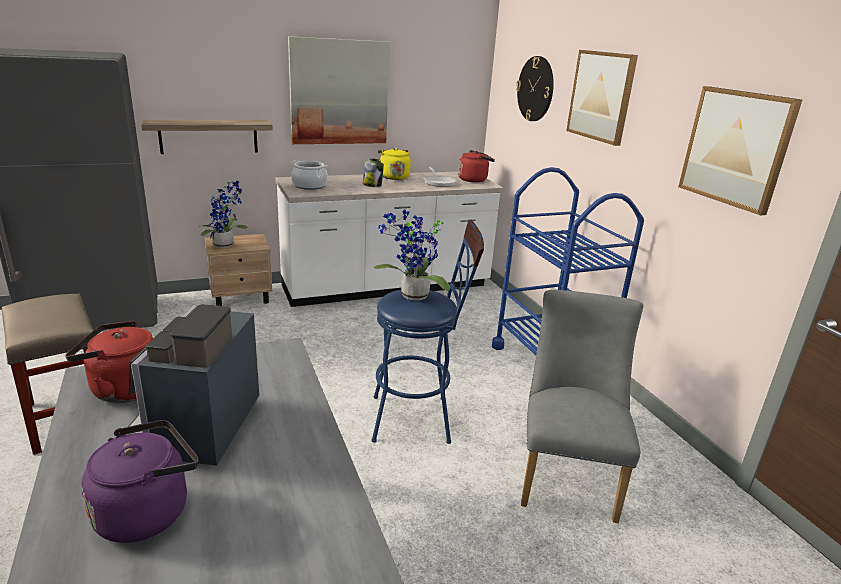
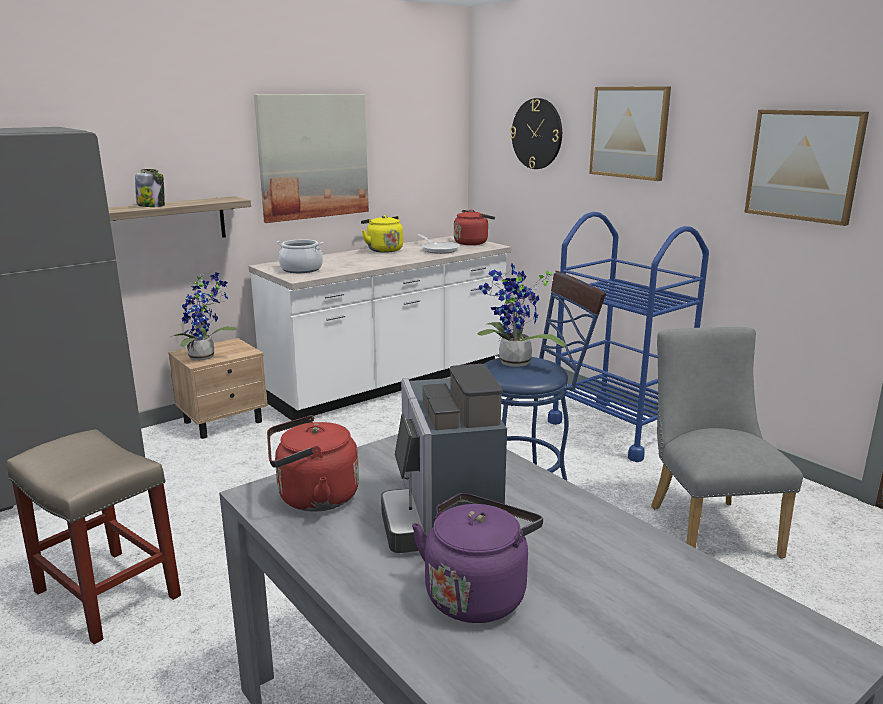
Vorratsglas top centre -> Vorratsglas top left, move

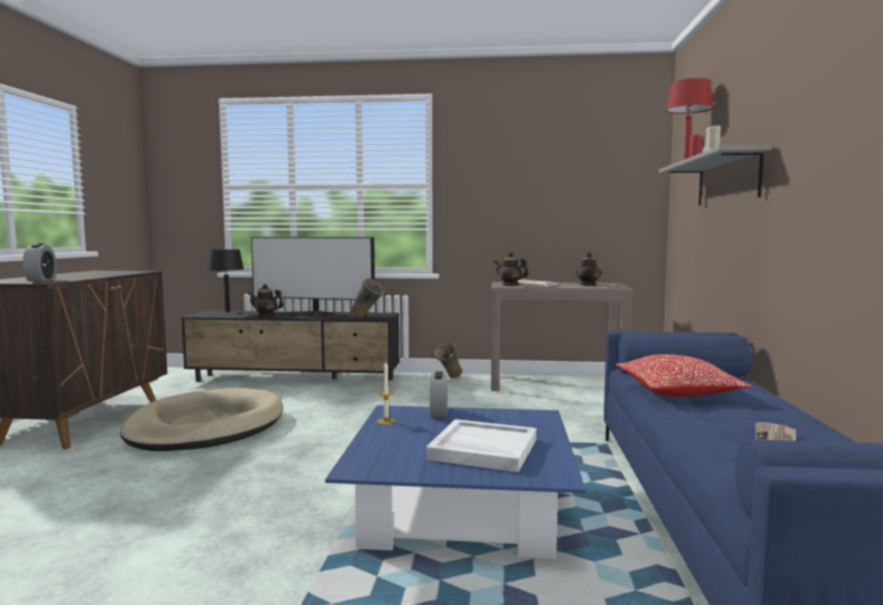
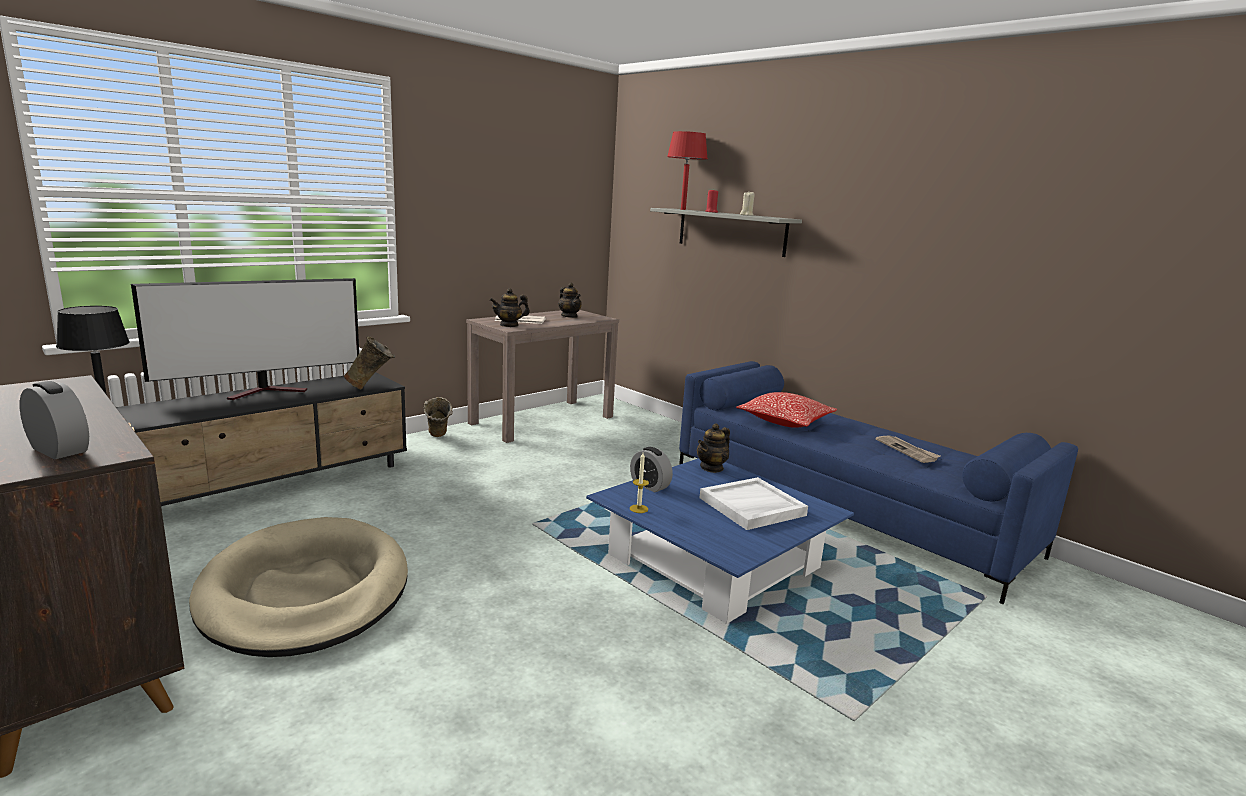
Teekanne (1st from left in the first image) middle left -> Teekanne (3rd from left) centre, move

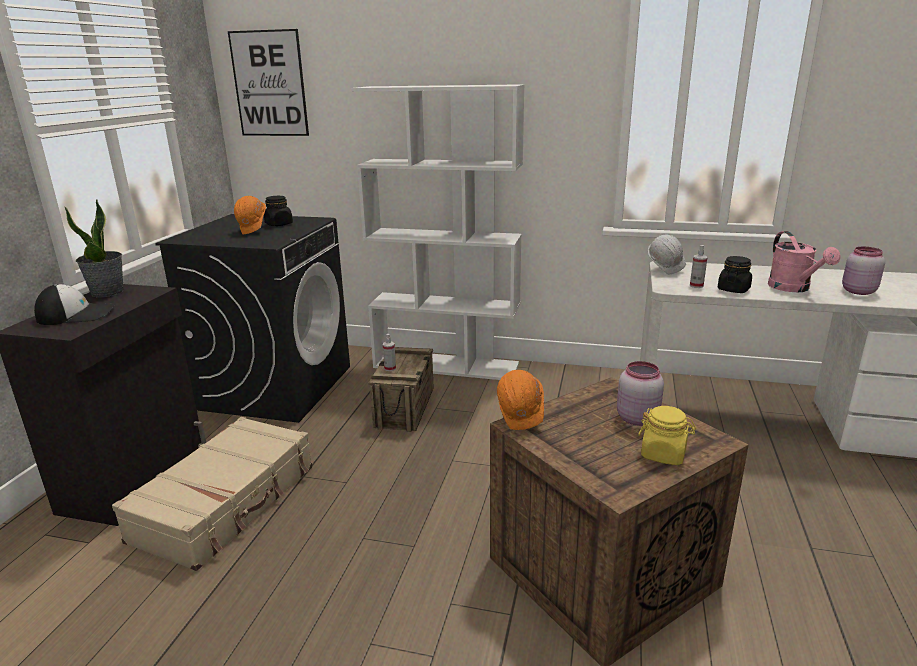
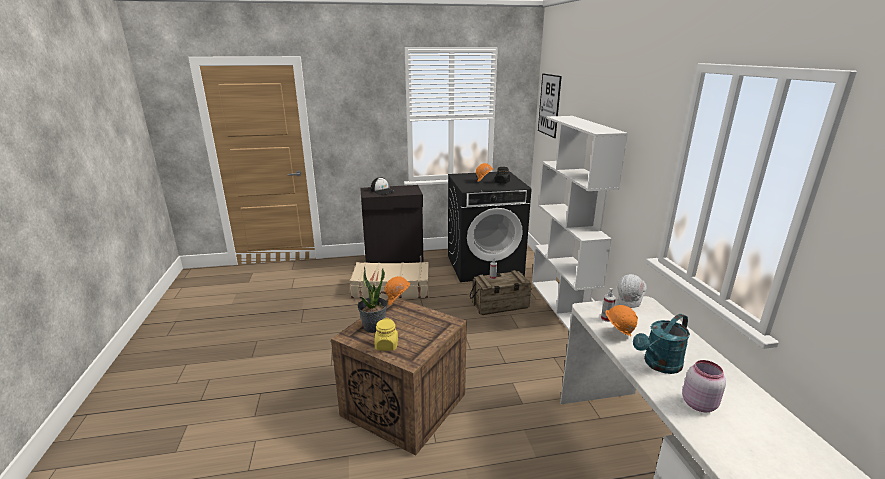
Topfpflanze middle left -> Topfpflanze centre, move
Vorratsglas/schwarz (2nd from left) middle right -> Schutzhelm/orange (3rd from left) bottom right
Gießkanne/rosa middle right -> Gießkanne/türkis bottom right
Vorratsglas/rosa (1st from left) middle right -> none

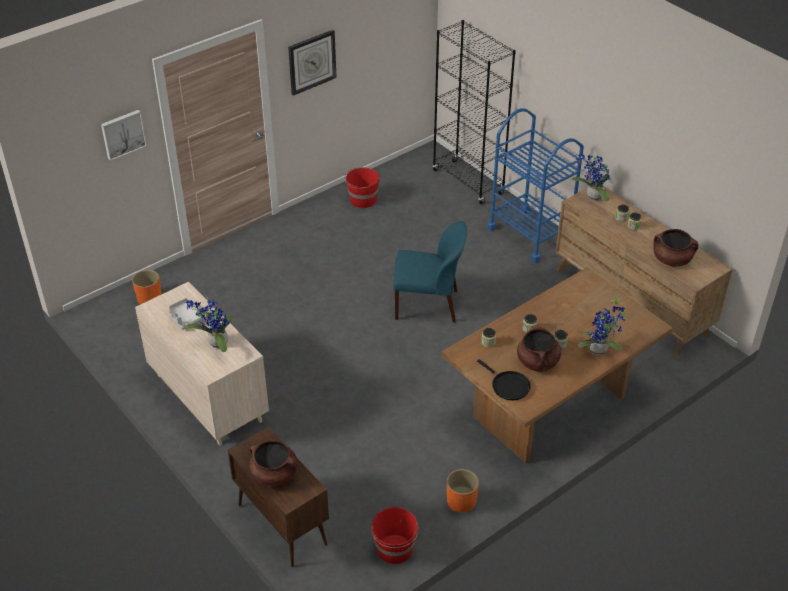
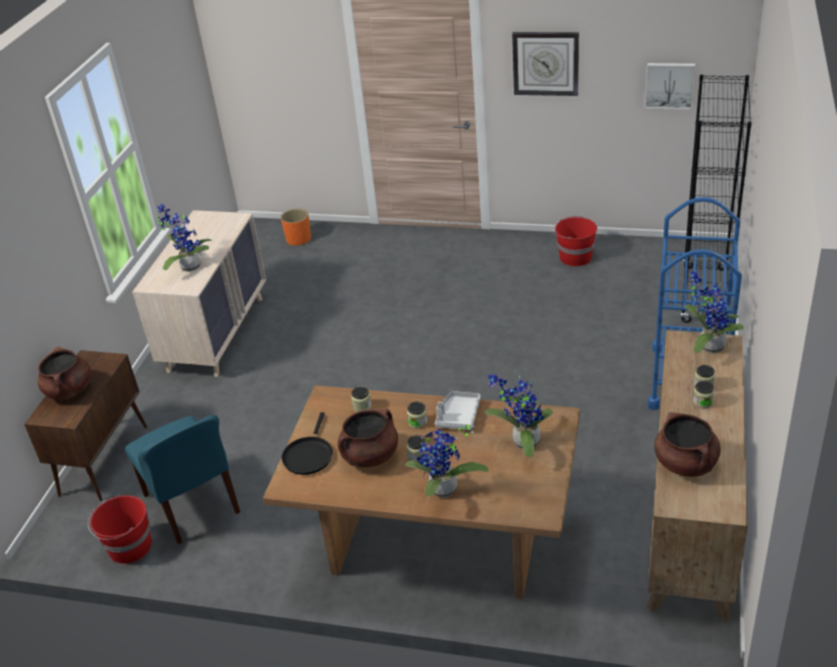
Stuhl/blau centre -> Stuhl/blau bottom left, move
Tablett/grau middle left -> Tablett/grau centre, move
none -> Topfpflanze (3rd from left) centre
Bild top left -> Bild top right, move
Pflanzkübel/orange (2nd from left) bottom centre -> none

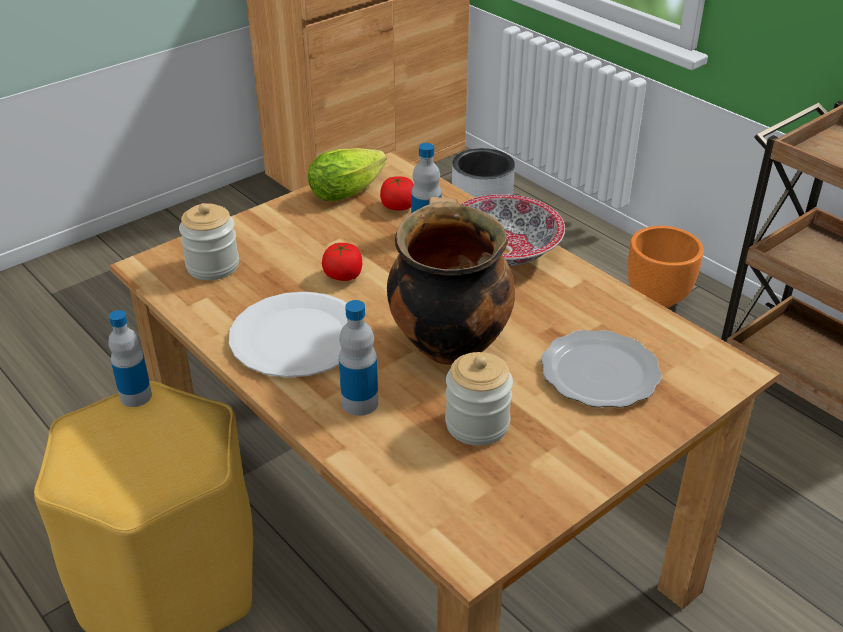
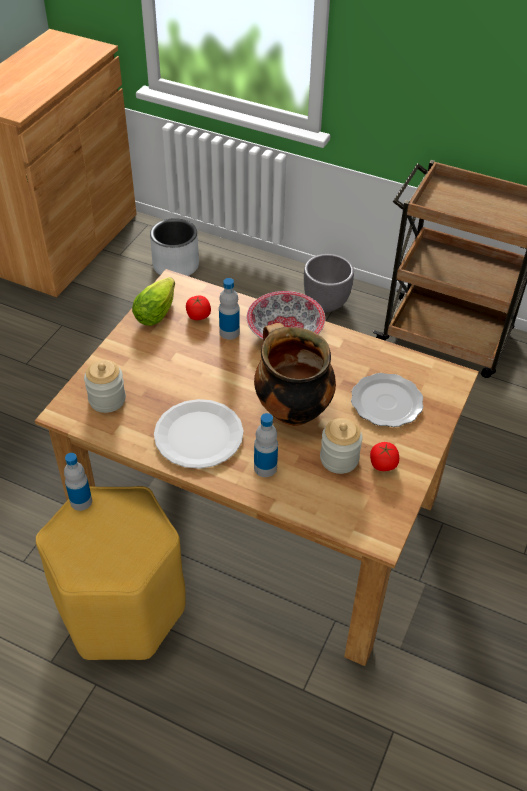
Pflanzkübel/orange middle right -> Pflanzkübel/grau (2nd from left) centre
Tomate (1st from left in the first image) centre -> Tomate (2nd from left) middle right, move

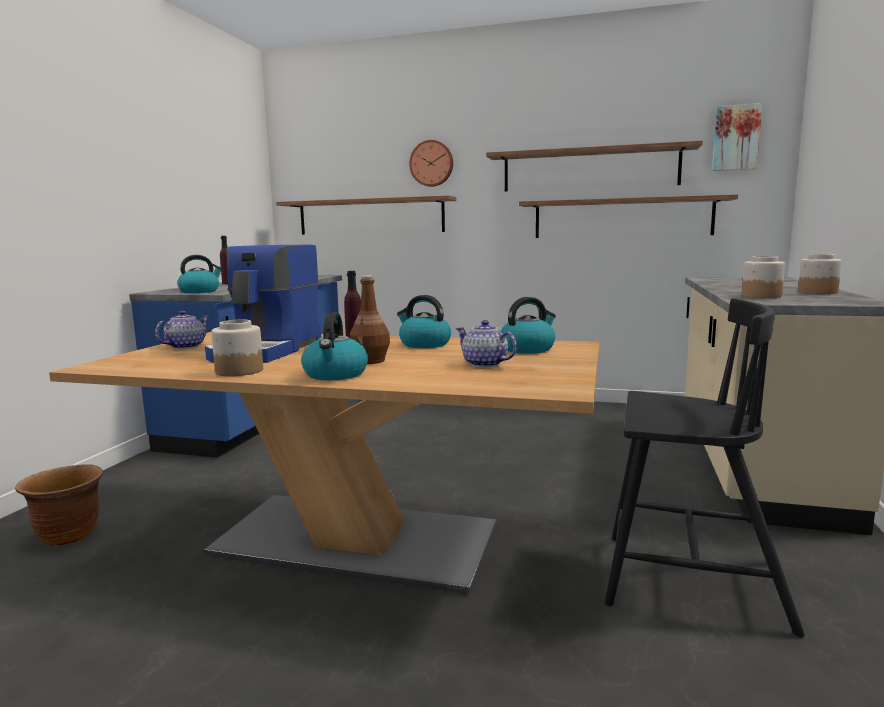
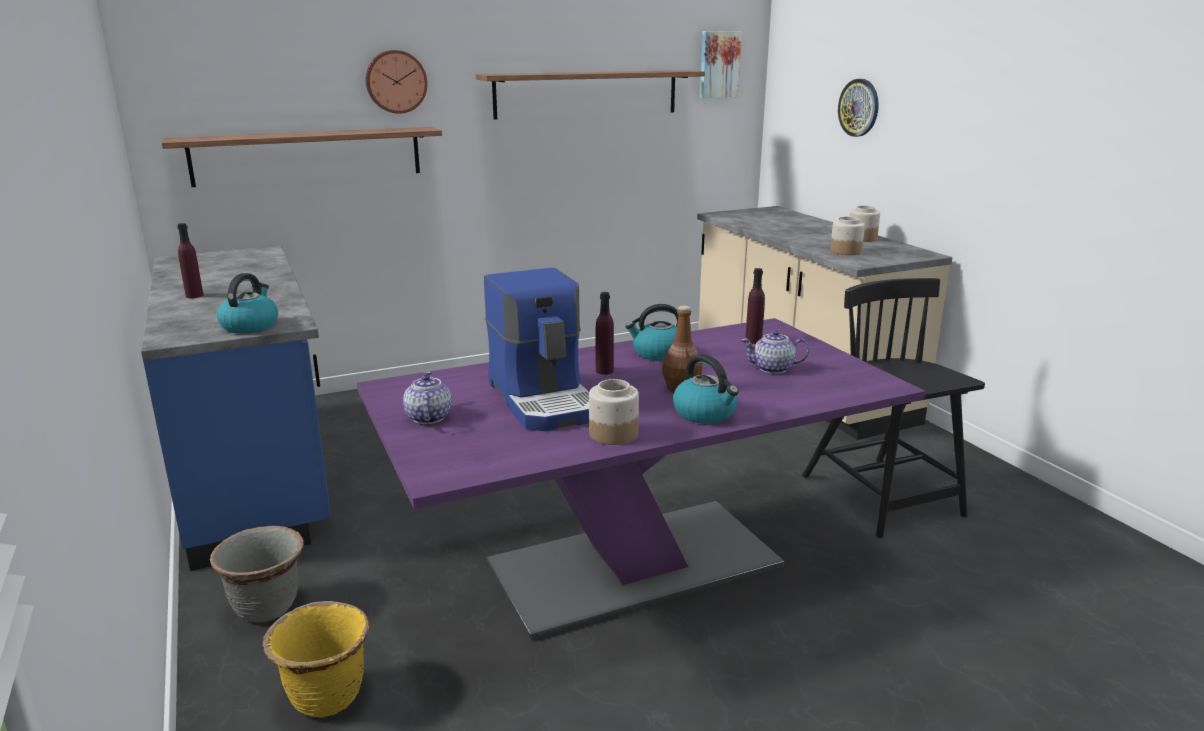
none -> Pflanzkübel/grau bottom left
Pflanzkübel/braun bottom left -> Pflanzkübel/gelb bottom left
Esstisch/beige centre -> Esstisch/lila centre
Wasserkessel (4th from left) centre -> Flasche/lila (3rd from left) centre
Stuhl/schwarz middle right, 90 degrees counterclockwise
none -> Wanduhr (2nd from left) top right
Wandregal (3rd from left) top right -> none

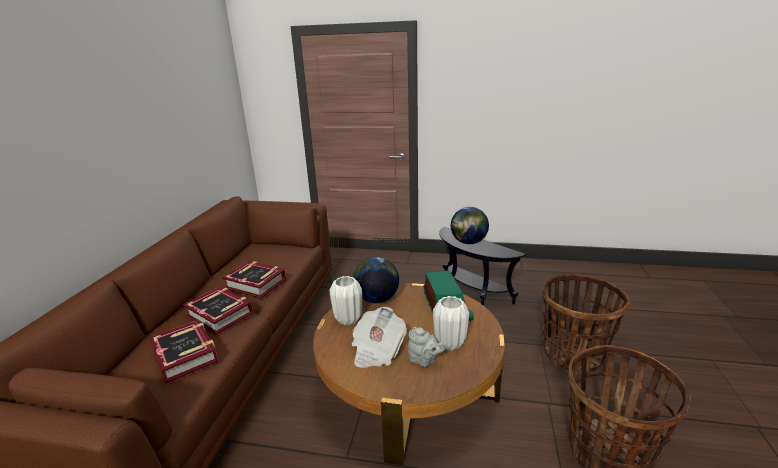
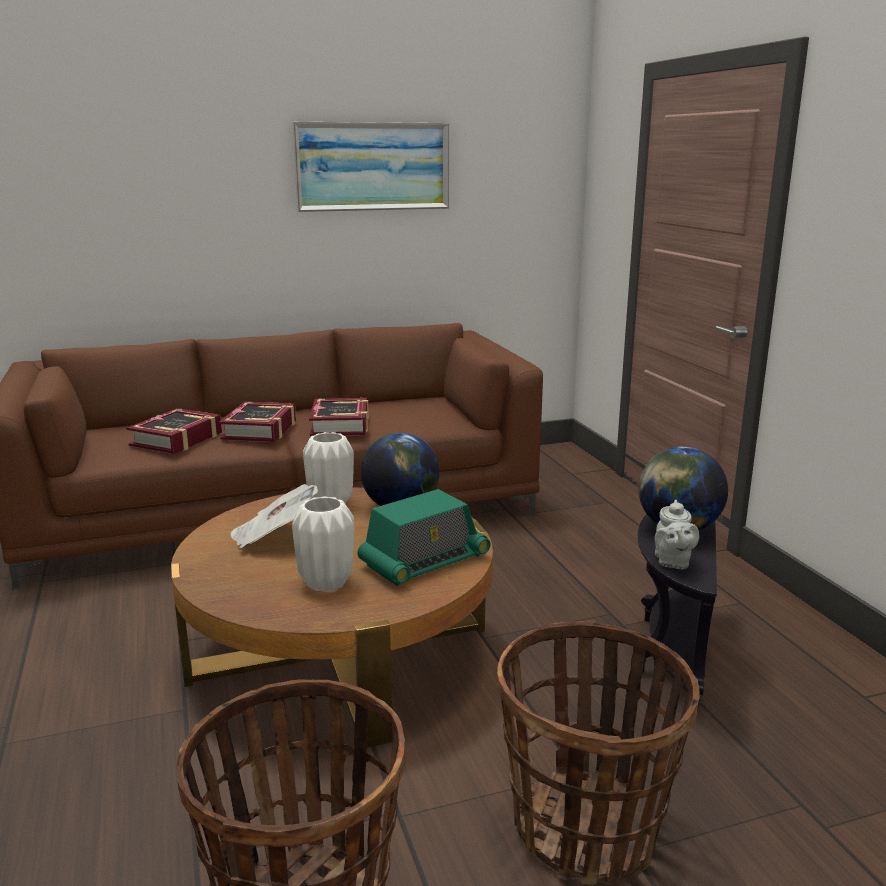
none -> Bild top centre
Teekanne/grau bottom centre -> Teekanne/grau middle right, move

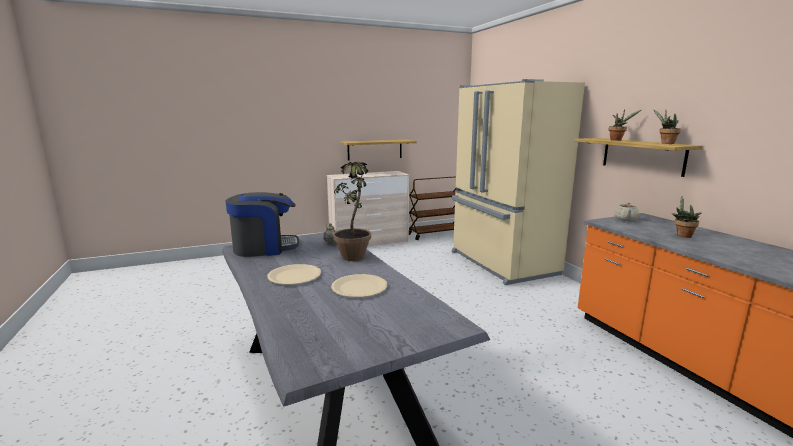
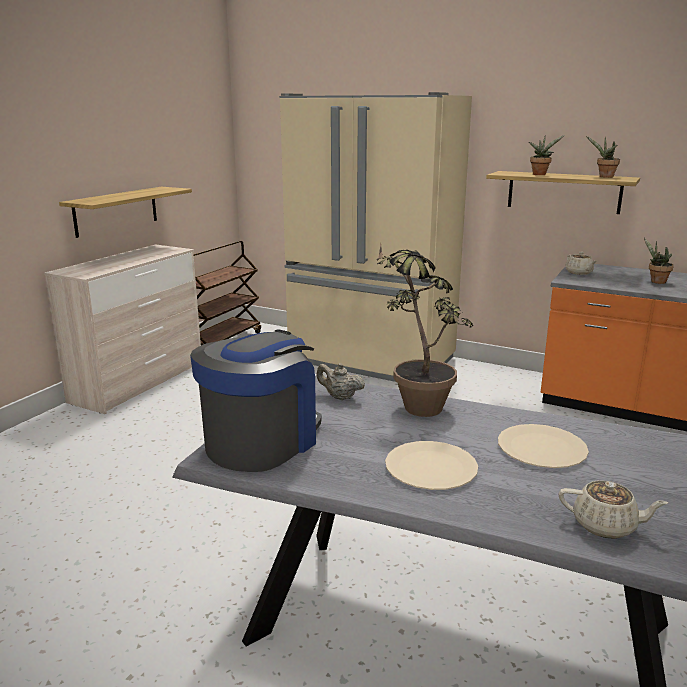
none -> Teekanne/beige (3rd from left) bottom right

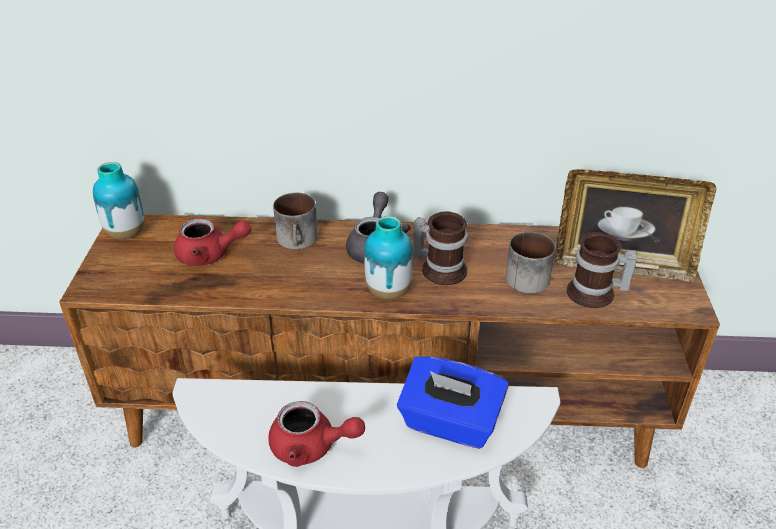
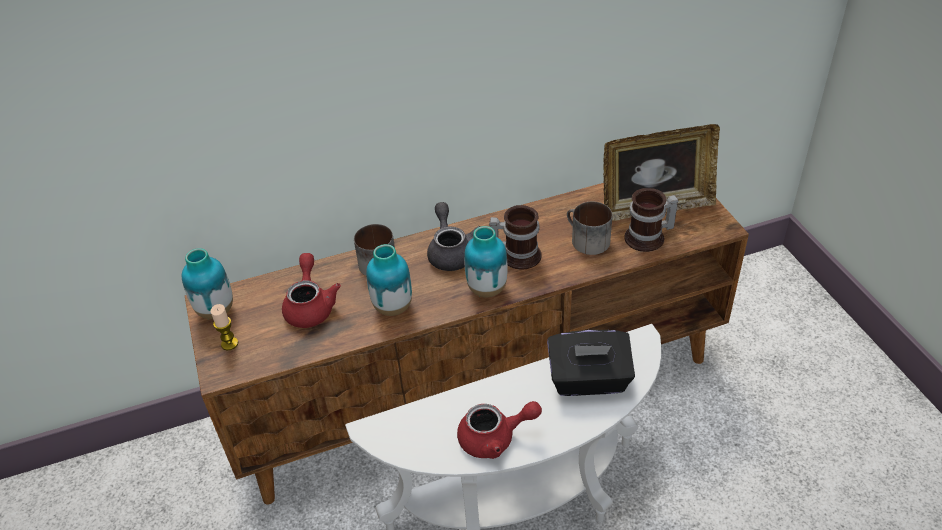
none -> Kerze middle left
Teekanne/rot (1st from left) middle left, 75 degrees counterclockwise
none -> Vase (2nd from left) centre
Taschentuchbox/blau bottom centre -> Taschentuchbox/schwarz bottom centre

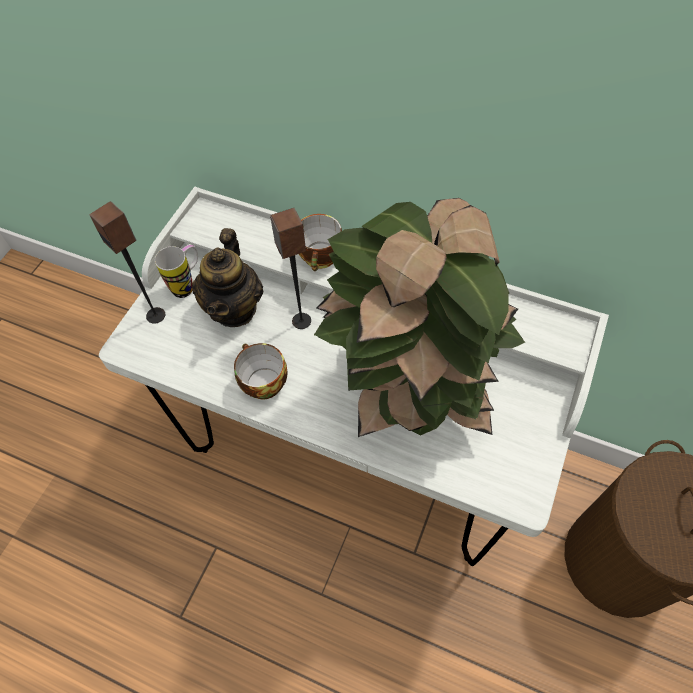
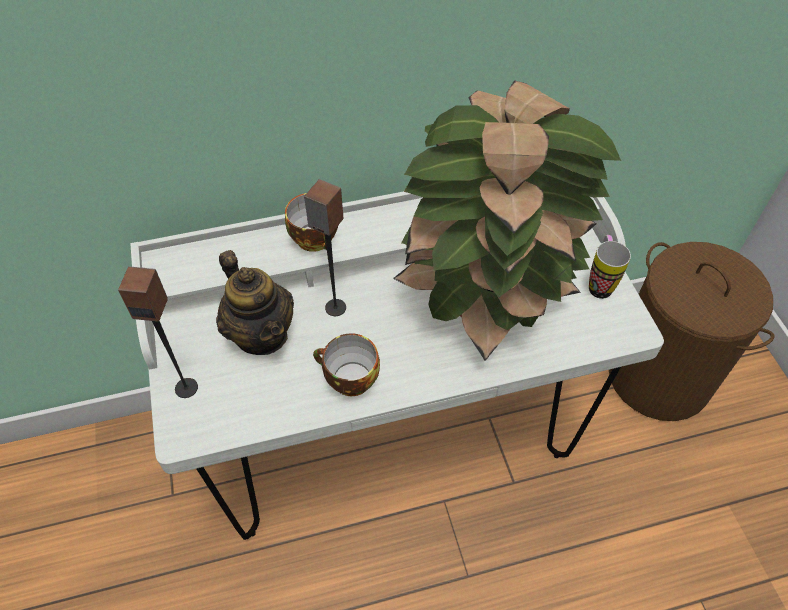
Henkelbecher middle left -> Henkelbecher middle right, move

